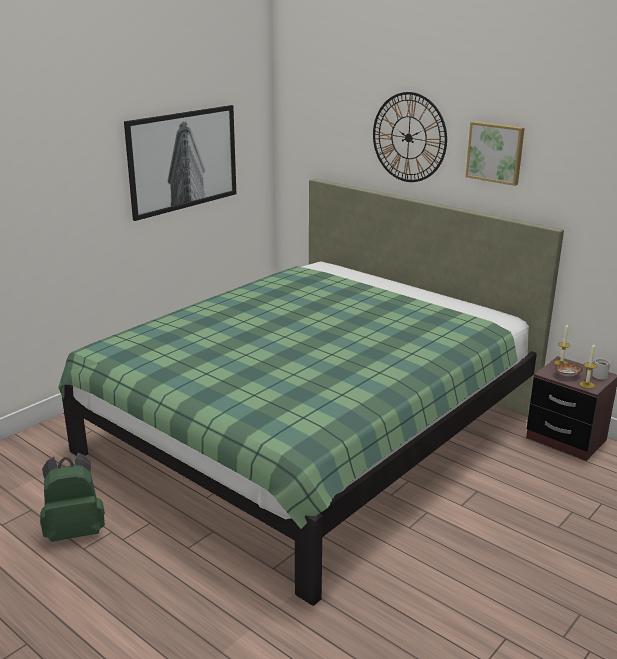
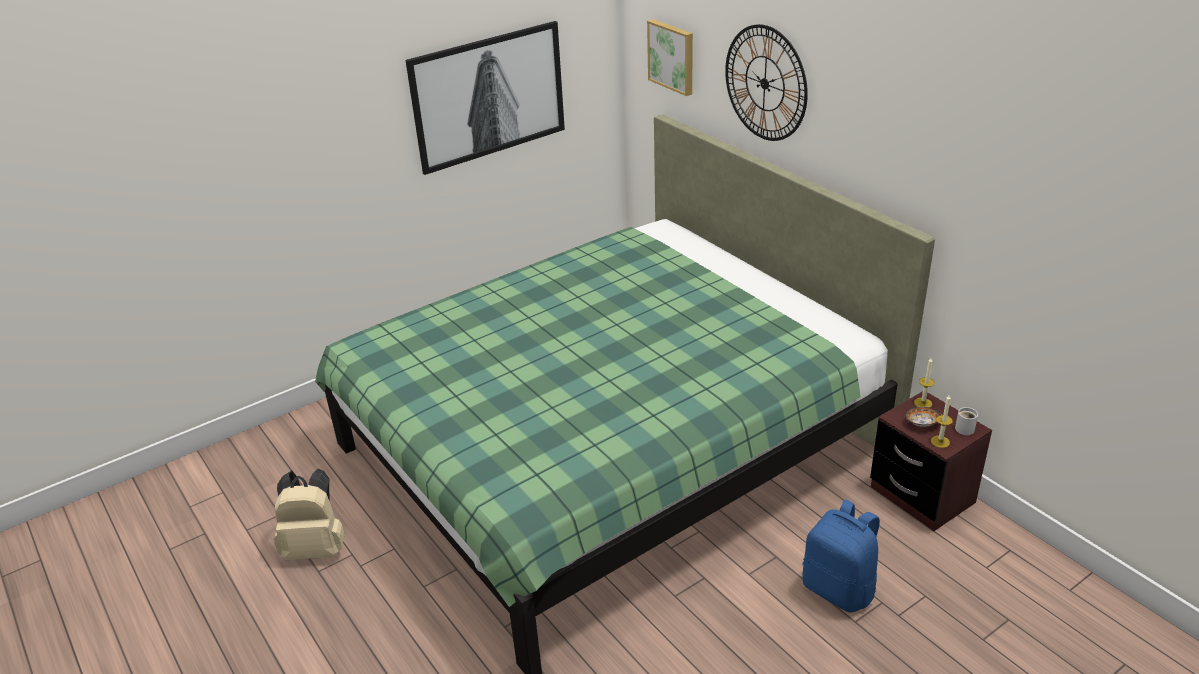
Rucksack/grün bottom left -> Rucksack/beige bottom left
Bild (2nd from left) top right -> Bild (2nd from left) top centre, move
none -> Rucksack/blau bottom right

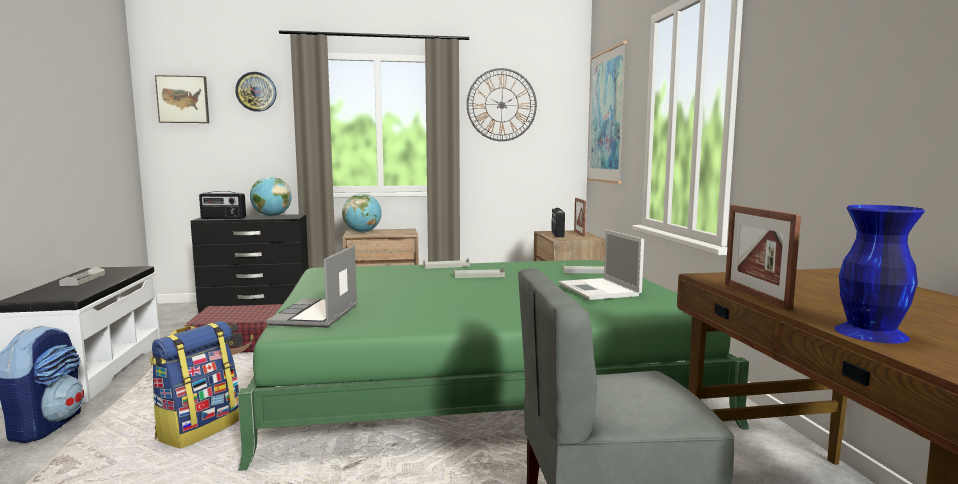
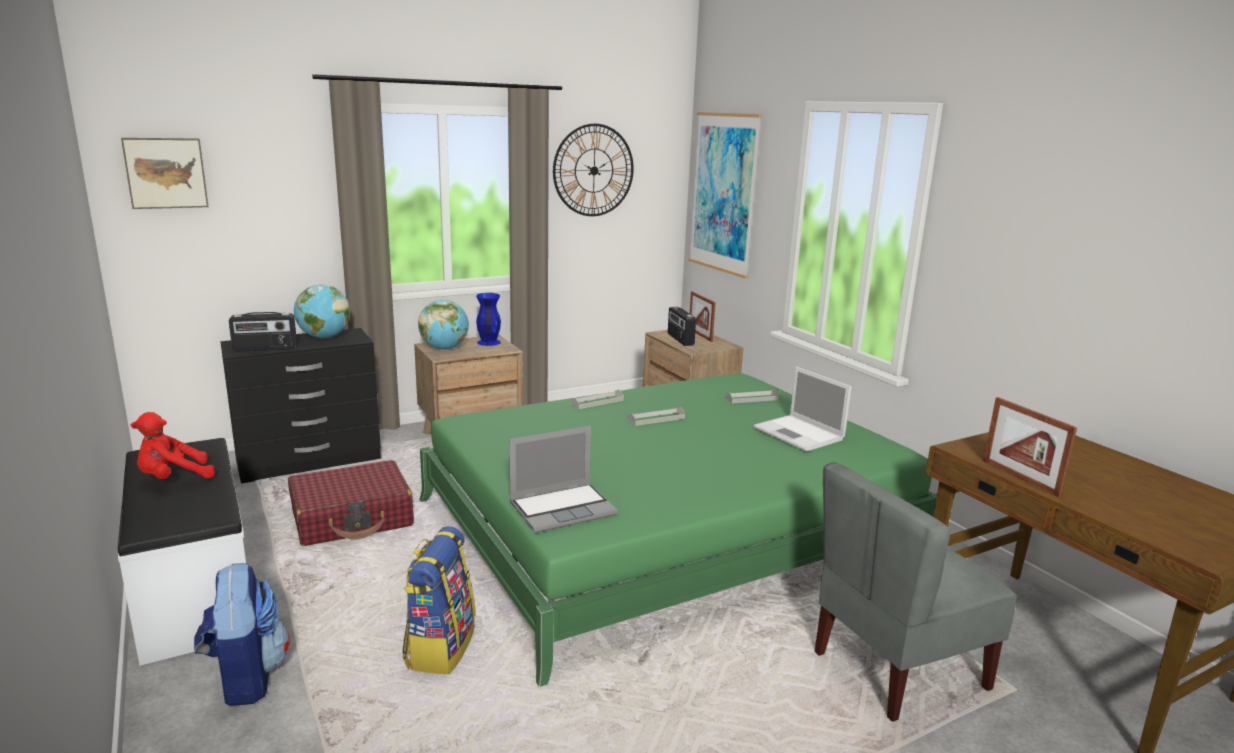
Tablett/grau (1st from left) middle left -> Plüschtier/rot middle left
Vase/blau middle right -> Vase/blau centre, move
Laptop (1st from left) middle left -> Laptop (1st from left) centre, 105 degrees counterclockwise
Wanduhr (1st from left) top left -> none

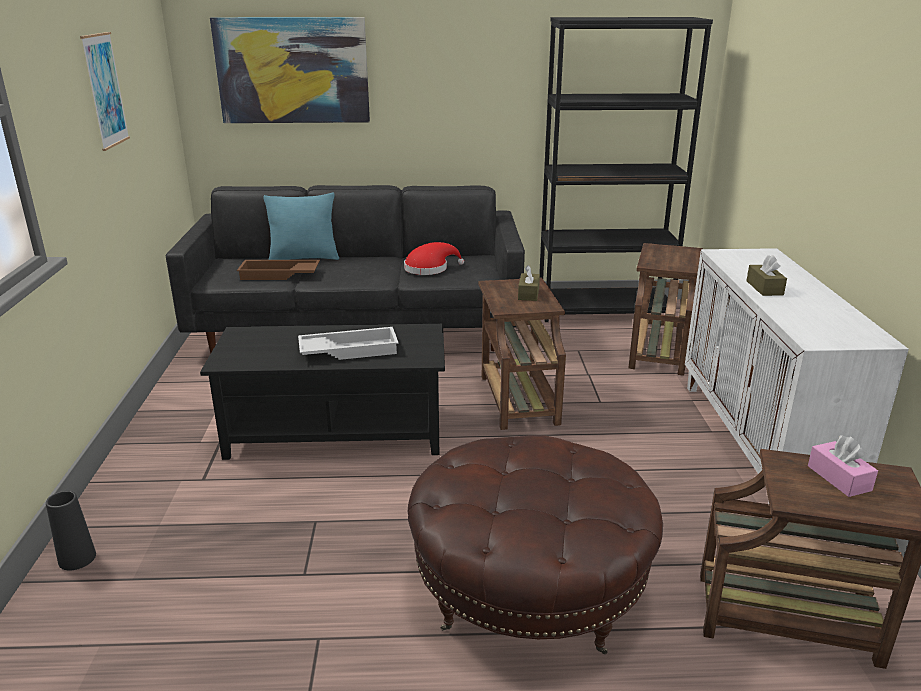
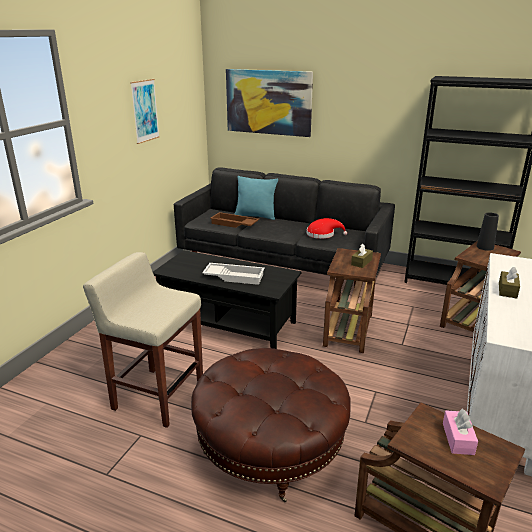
none -> Hocker/beige middle left
Vase/schwarz bottom left -> Vase/schwarz middle right, move

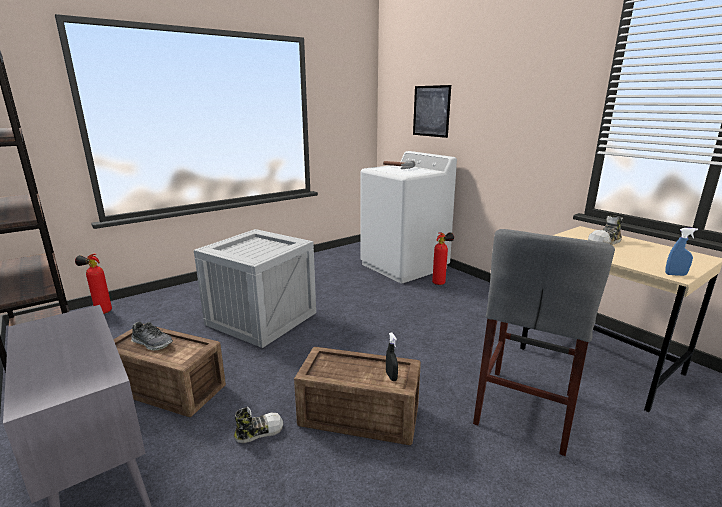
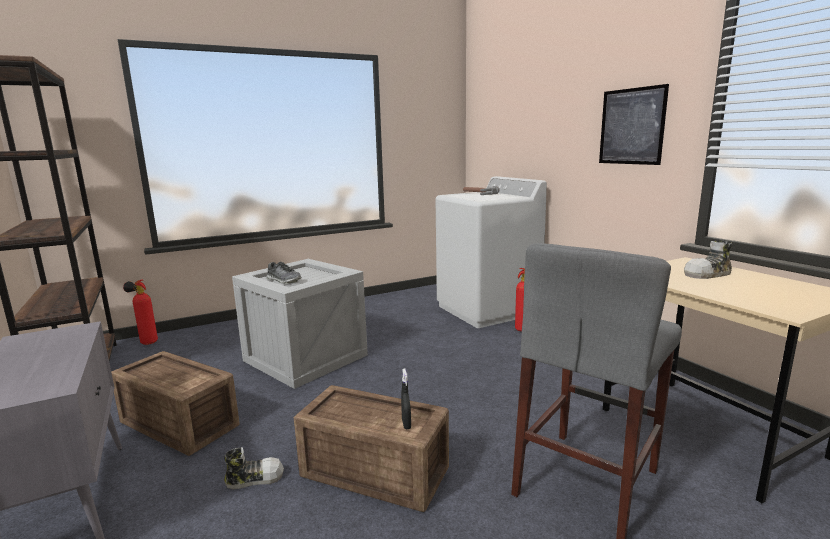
Schuh (1st from left in the first image) middle left -> Schuh (2nd from left) centre, move
Bild top centre -> Bild top right, move
Sprühflasche/blau middle right -> none

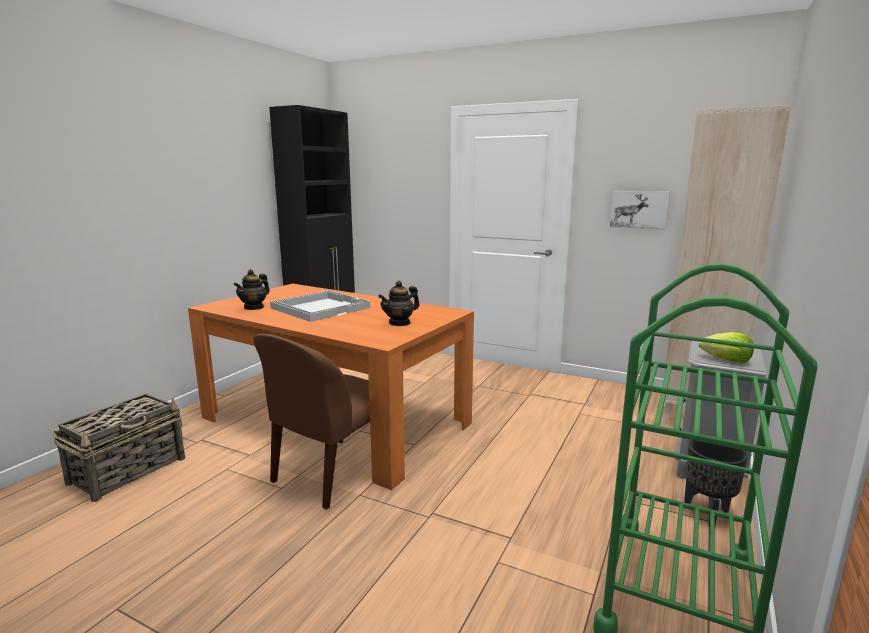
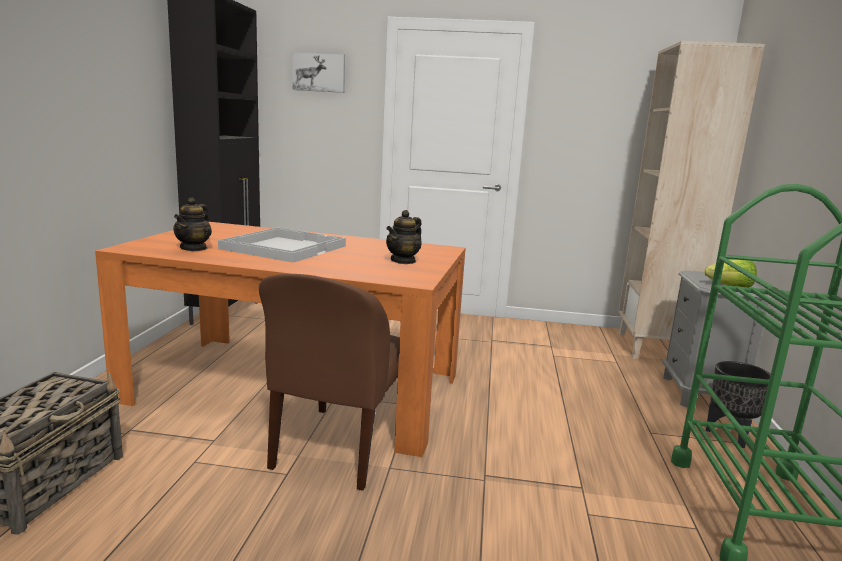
Bild top right -> Bild top centre, move

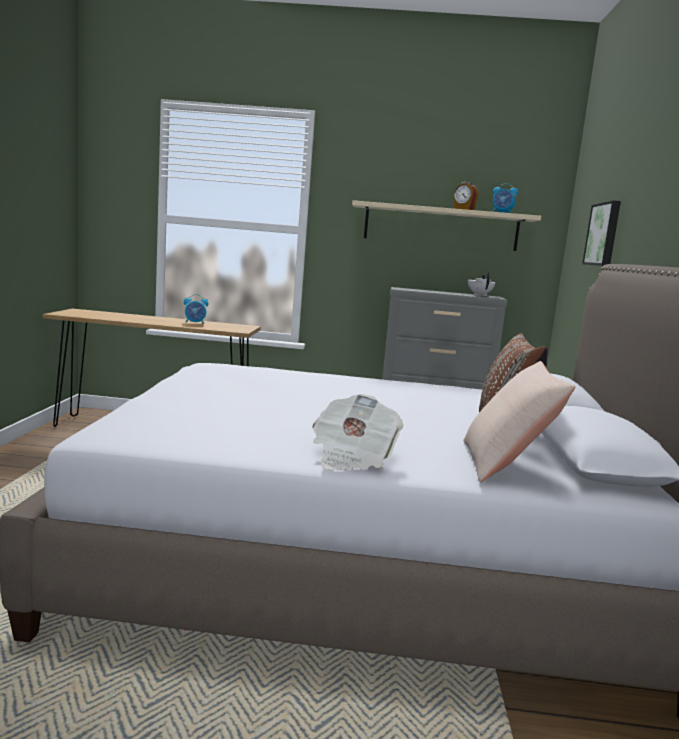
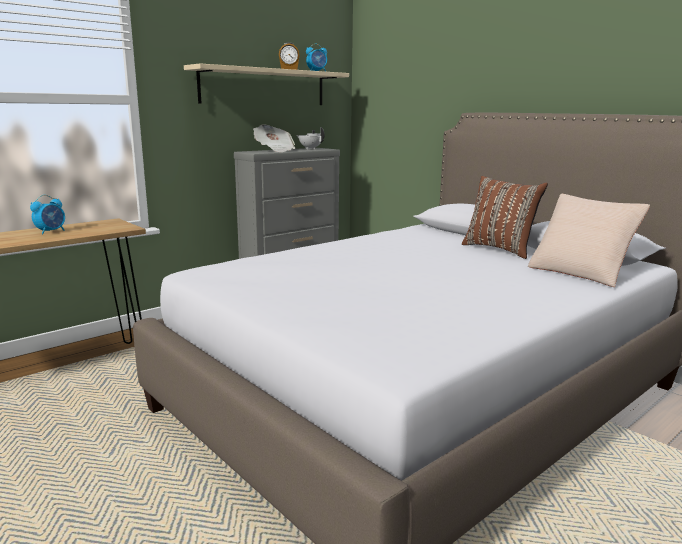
Zeitung centre -> Zeitung top centre, move
Bild top right -> none

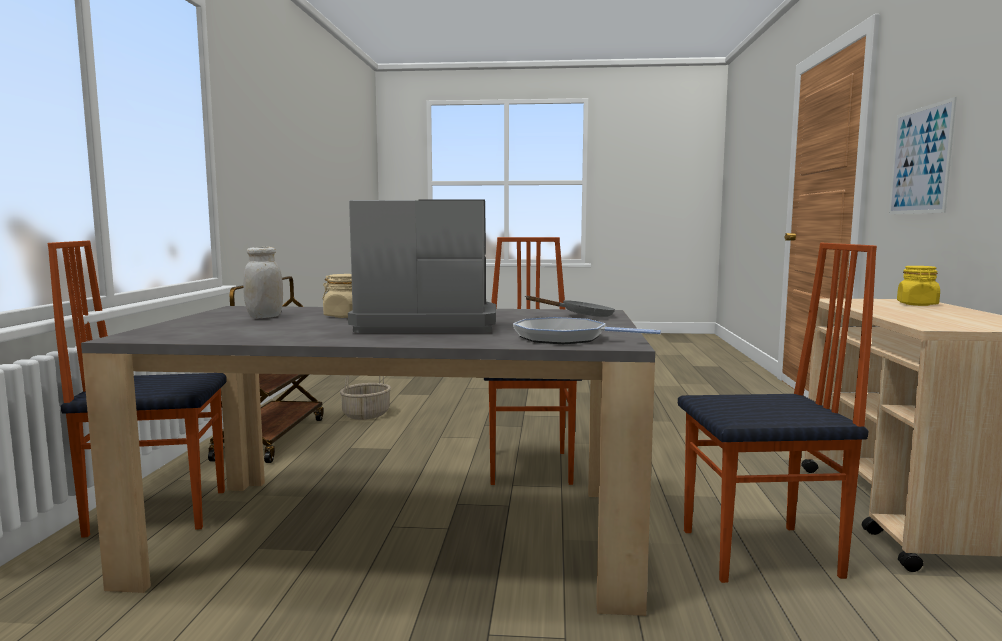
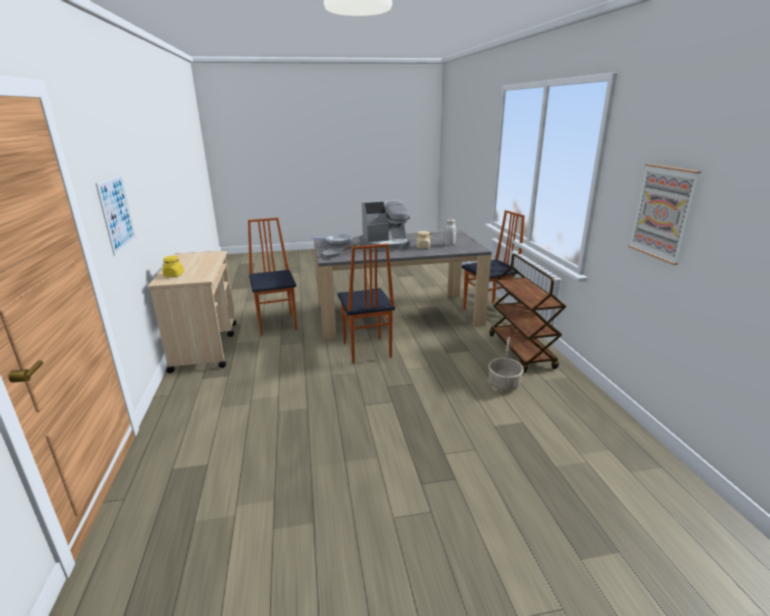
Stuhl (3rd from left in the first image) middle right -> Stuhl (1st from left) centre, 90 degrees clockwise
none -> Bild (2nd from left) middle right

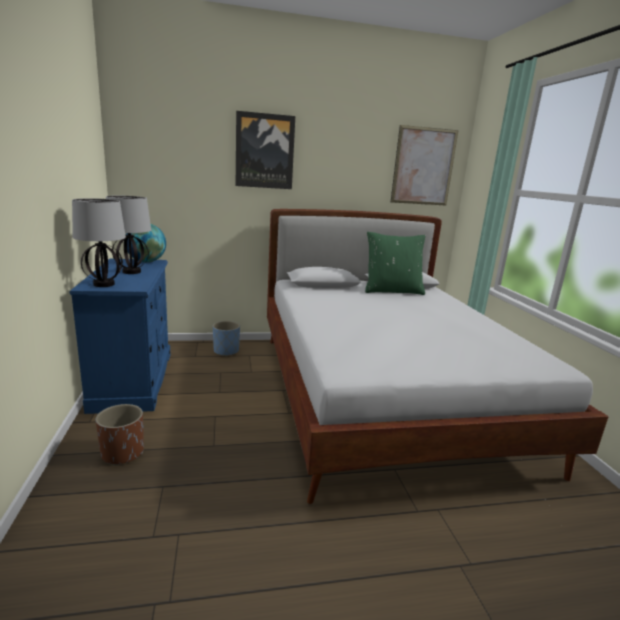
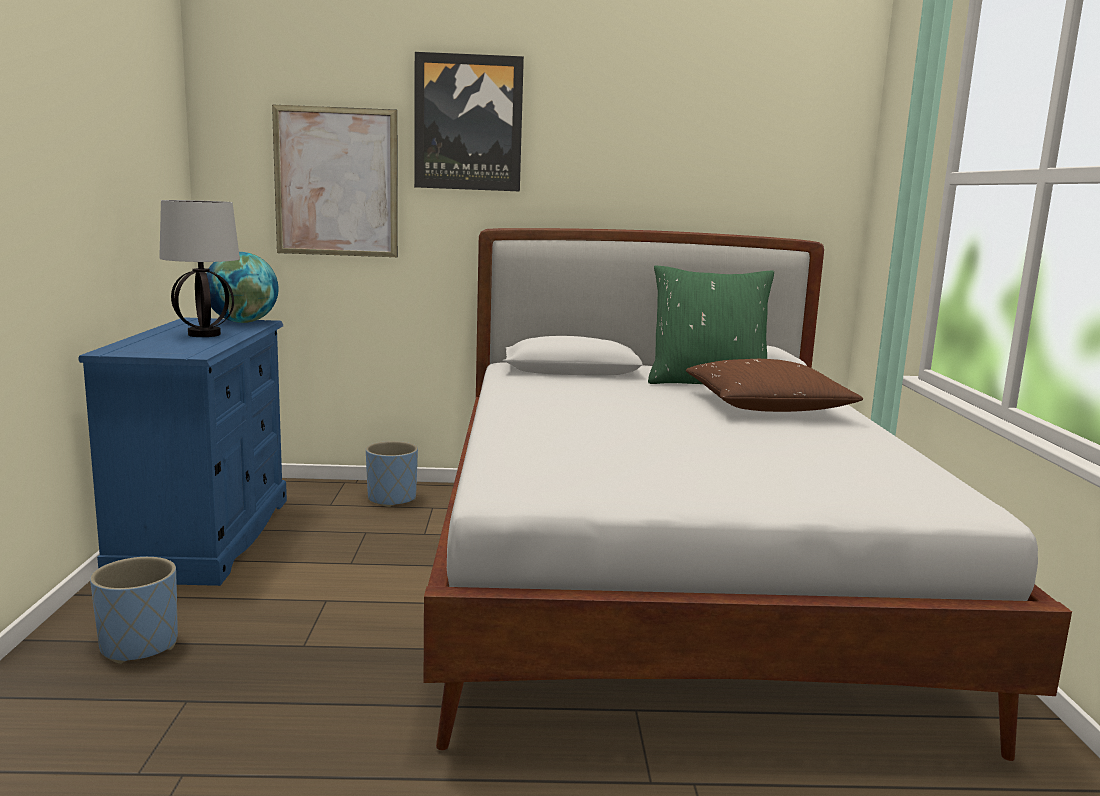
Pflanzkübel/braun bottom left -> Pflanzkübel/blau (1st from left) bottom left
Bild (2nd from left in the first image) top right -> Bild (1st from left) top left, move
none -> Kissen/braun middle right
Tischlampe (1st from left) middle left -> none

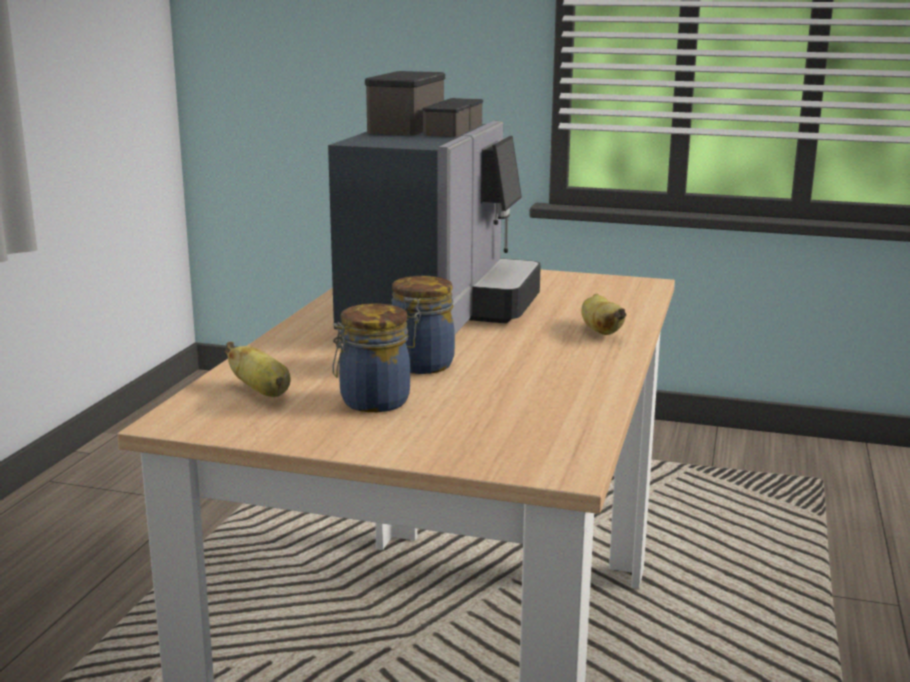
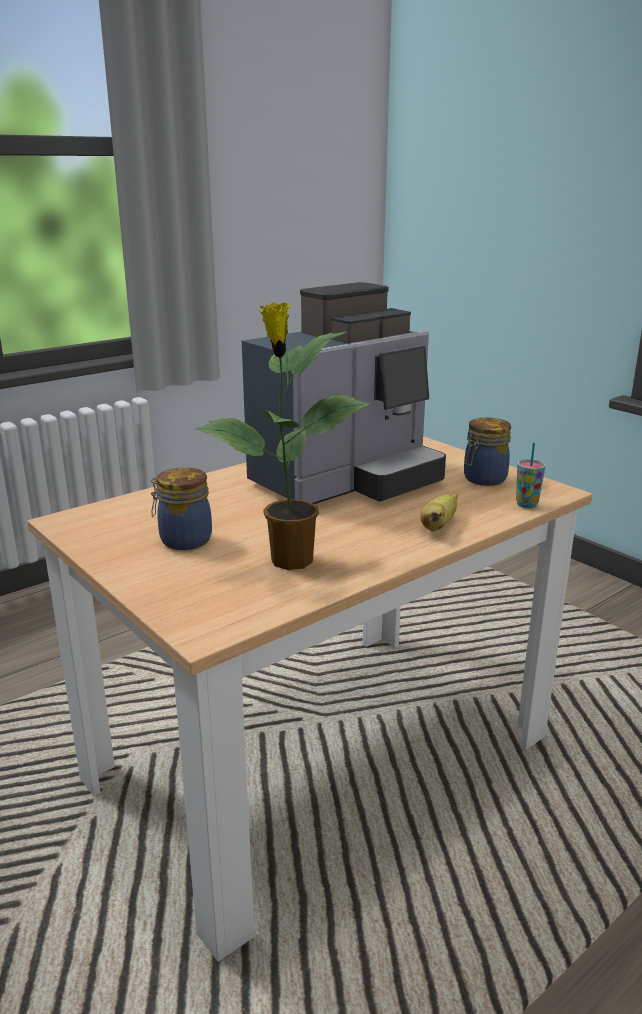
none -> Topfpflanze centre
Vorratsglas (2nd from left) centre -> Vorratsglas (2nd from left) middle right, move
none -> Tasse middle right
Banane (1st from left) middle left -> none

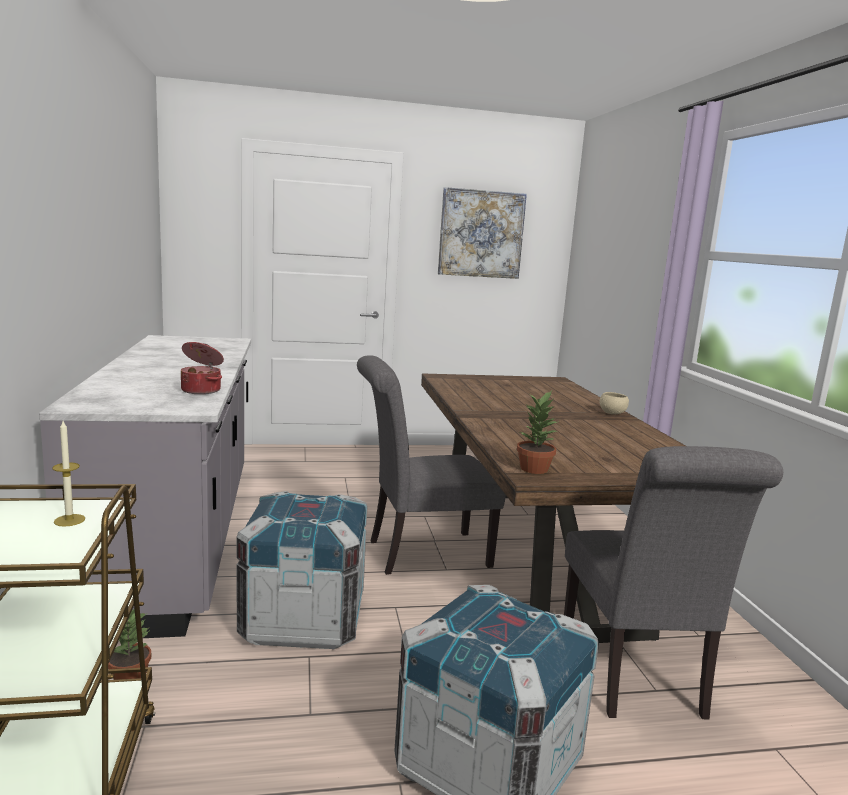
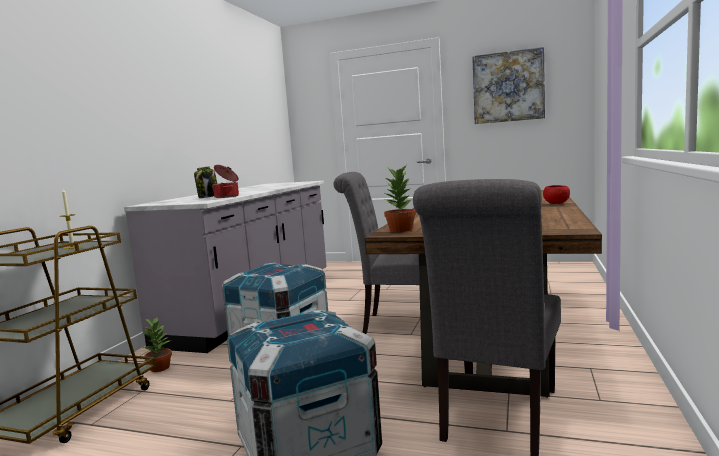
none -> Vorratsglas middle left
Schüssel/beige middle right -> Schüssel/rot middle right

